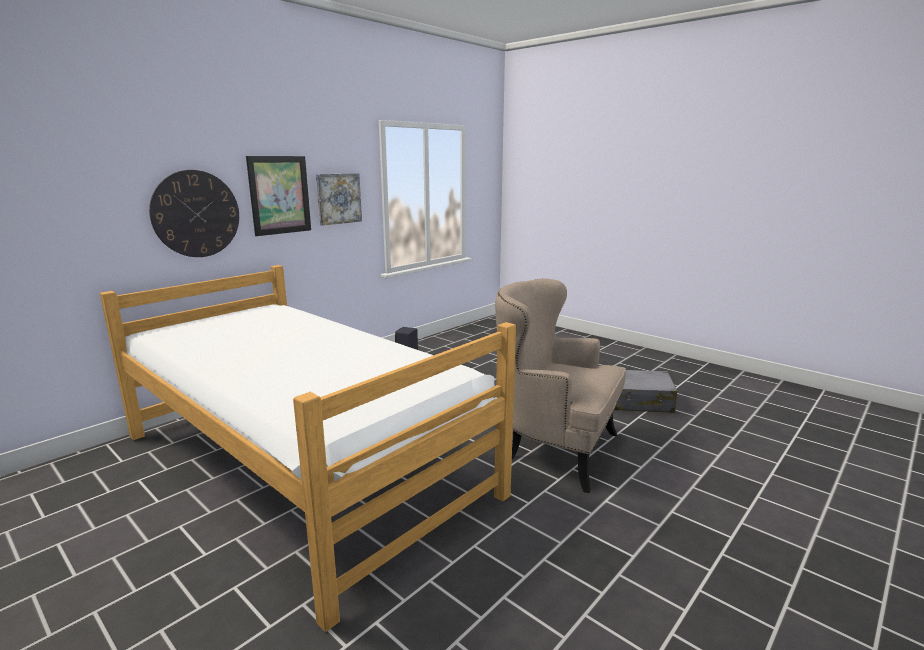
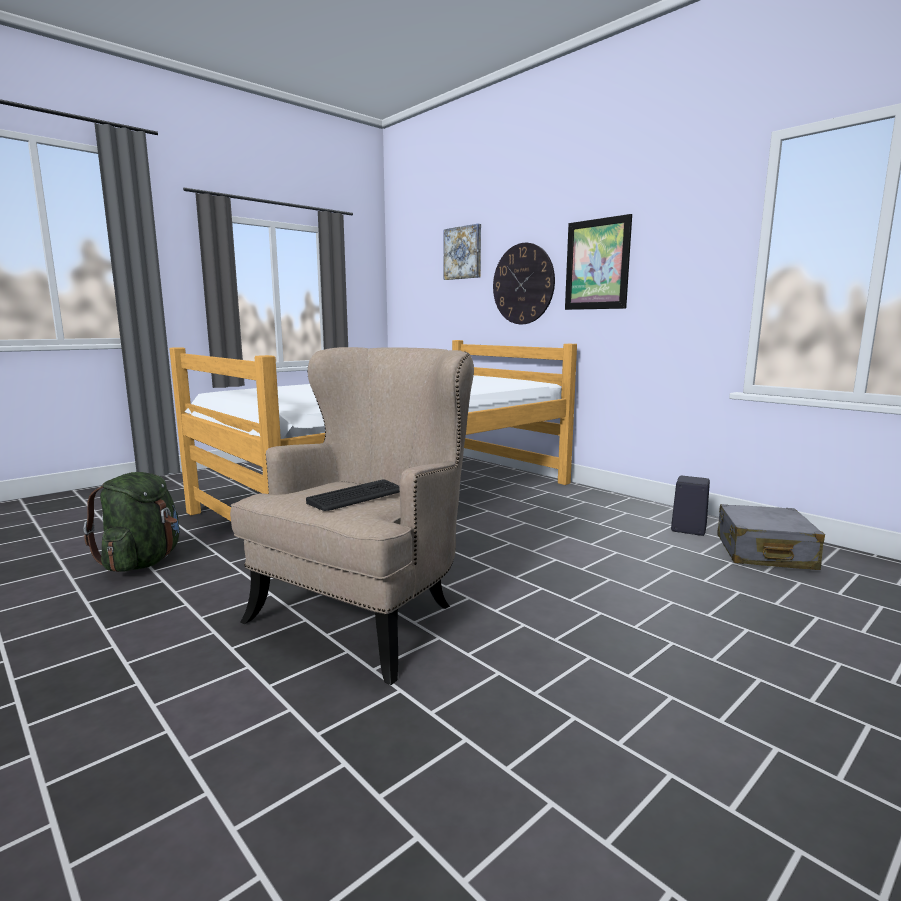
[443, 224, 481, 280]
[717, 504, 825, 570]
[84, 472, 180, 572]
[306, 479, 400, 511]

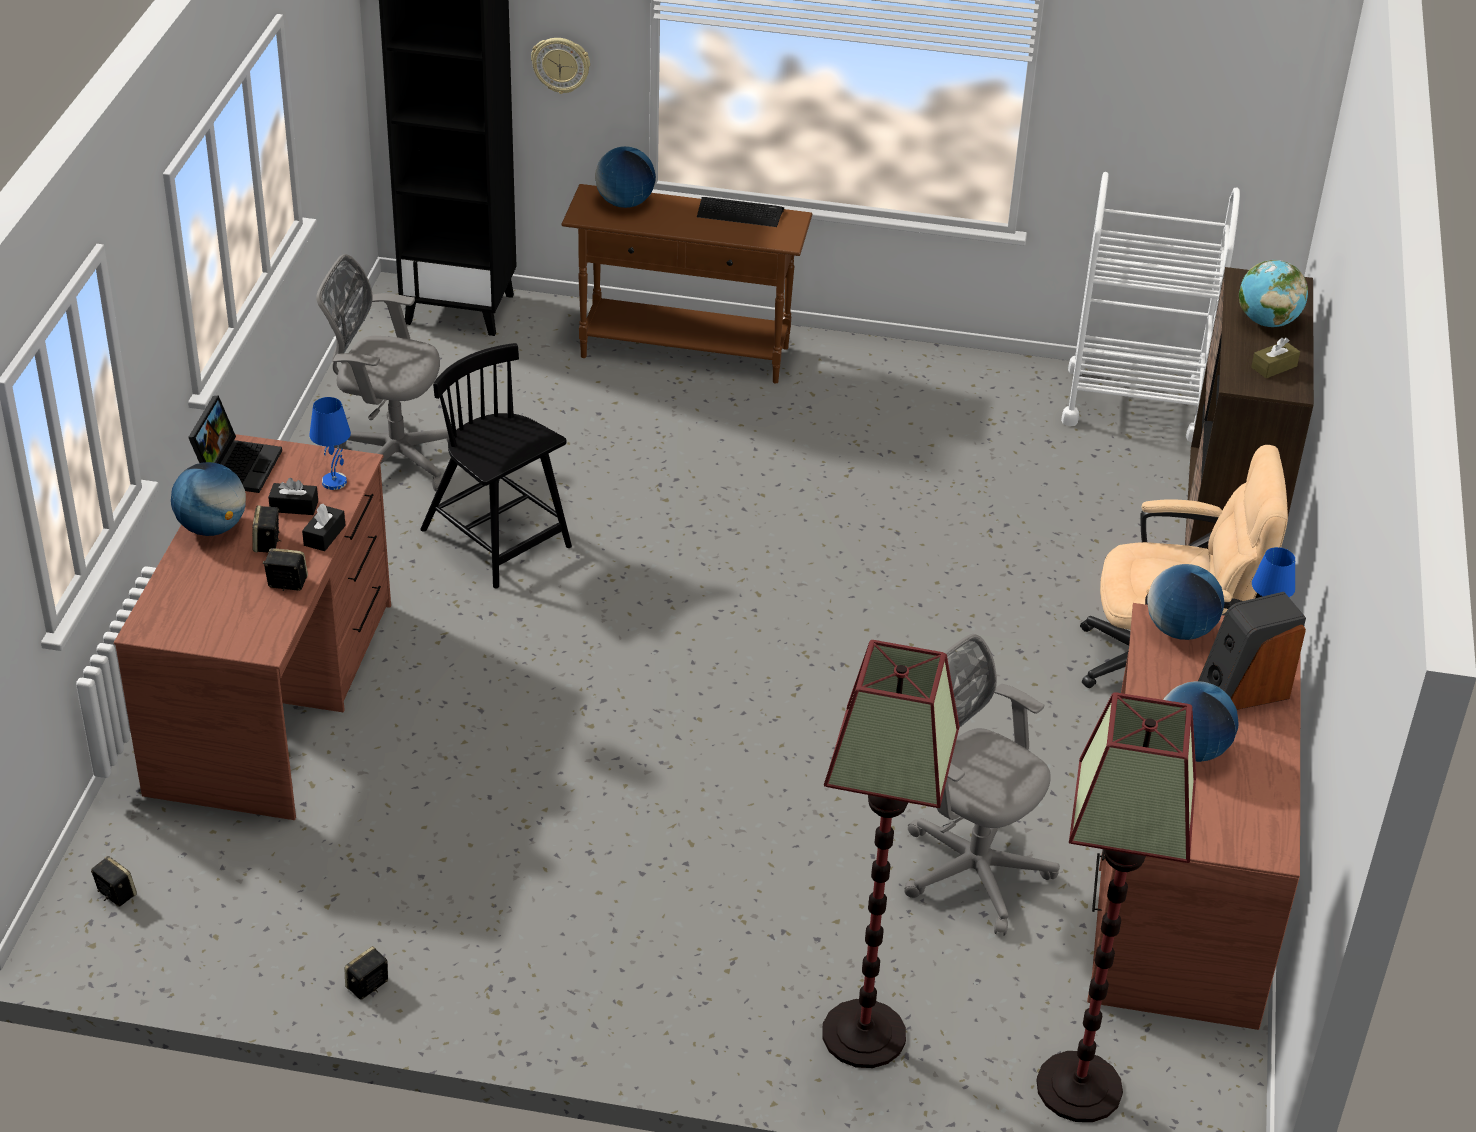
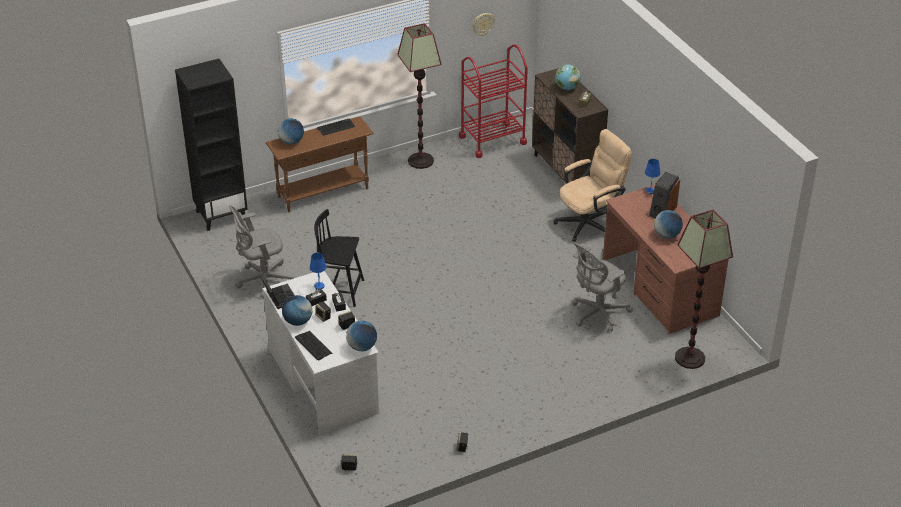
[263, 271, 379, 435]
[472, 13, 495, 36]
[397, 23, 442, 169]
[571, 243, 633, 332]
[459, 44, 528, 158]
[346, 320, 377, 351]
[295, 331, 332, 361]

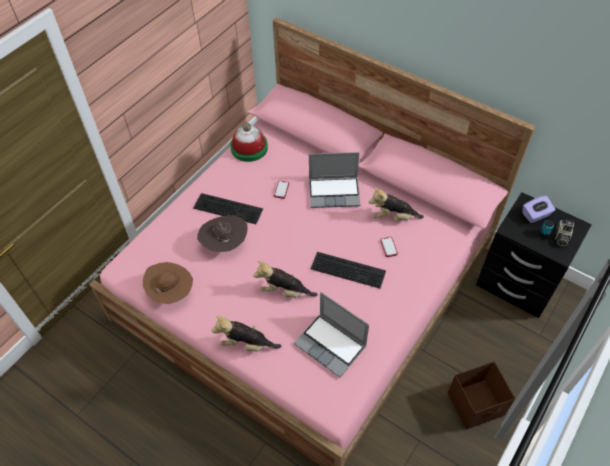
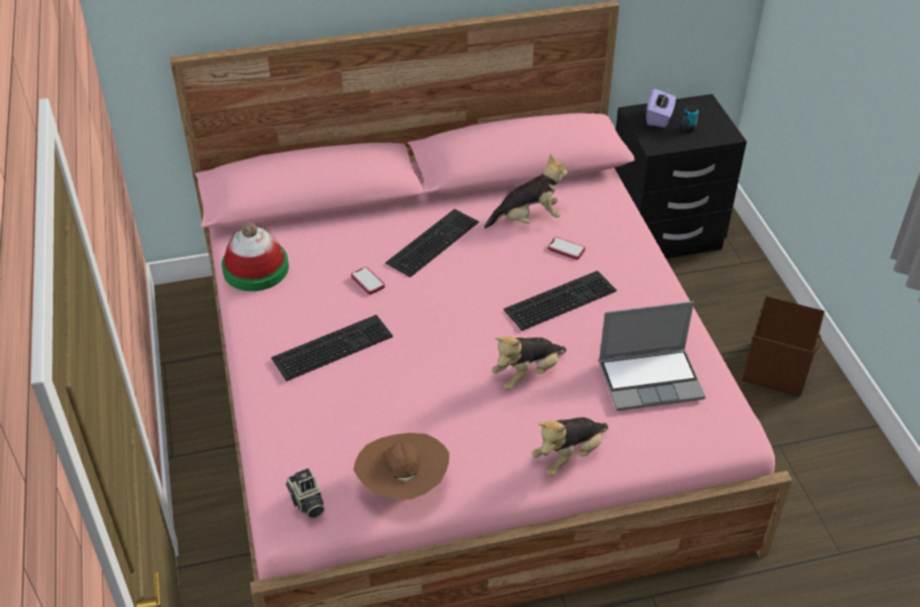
[197, 215, 248, 252] (first image)
[386, 209, 479, 277]
[484, 155, 567, 229]
[286, 468, 325, 519]

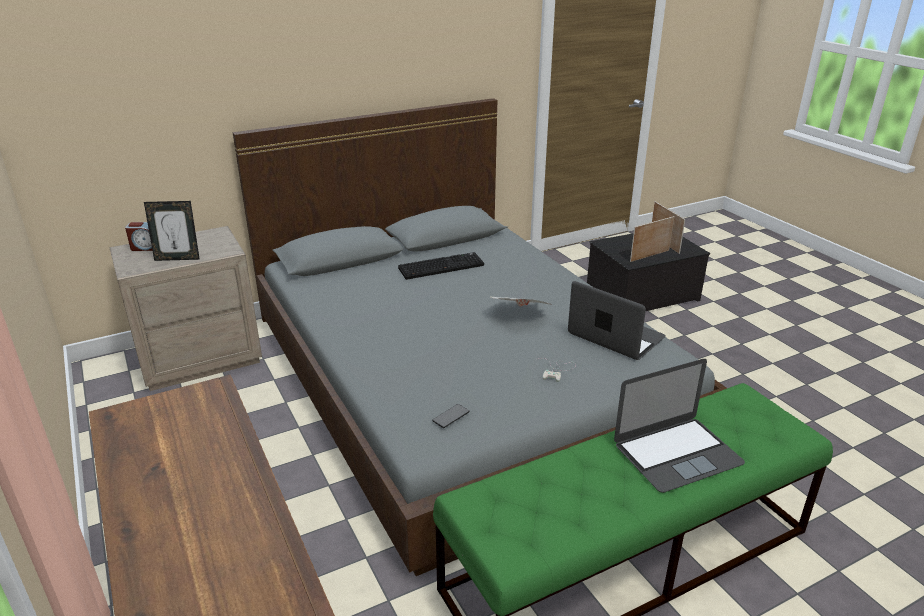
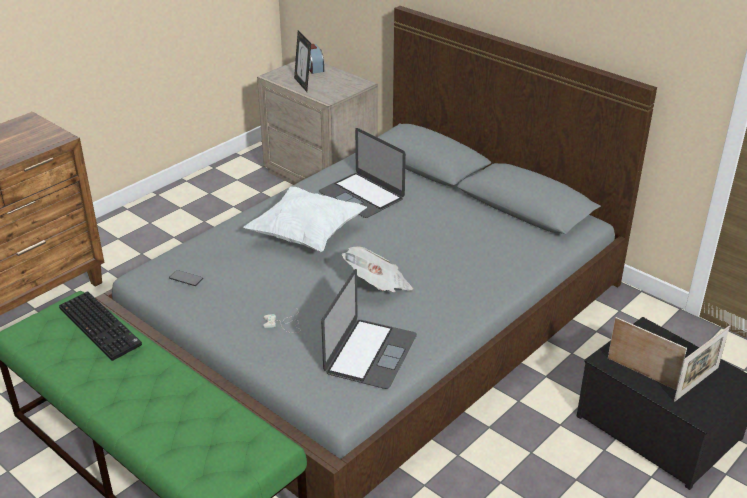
[59, 291, 142, 361]
[319, 128, 406, 218]
[243, 186, 367, 252]

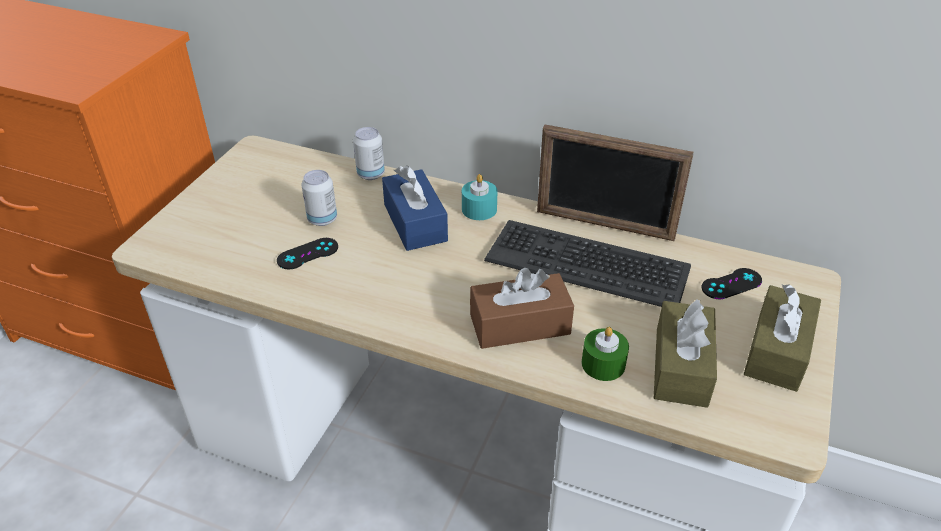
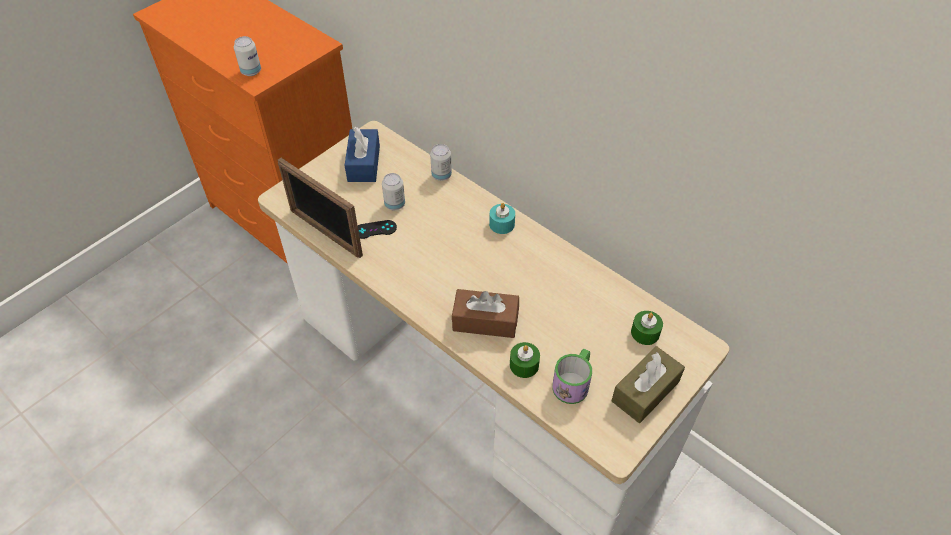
[345, 127, 380, 182]
[484, 220, 691, 307] (first image)
[278, 158, 363, 258]
[552, 349, 592, 404]
[631, 311, 663, 345]
[234, 36, 261, 76]

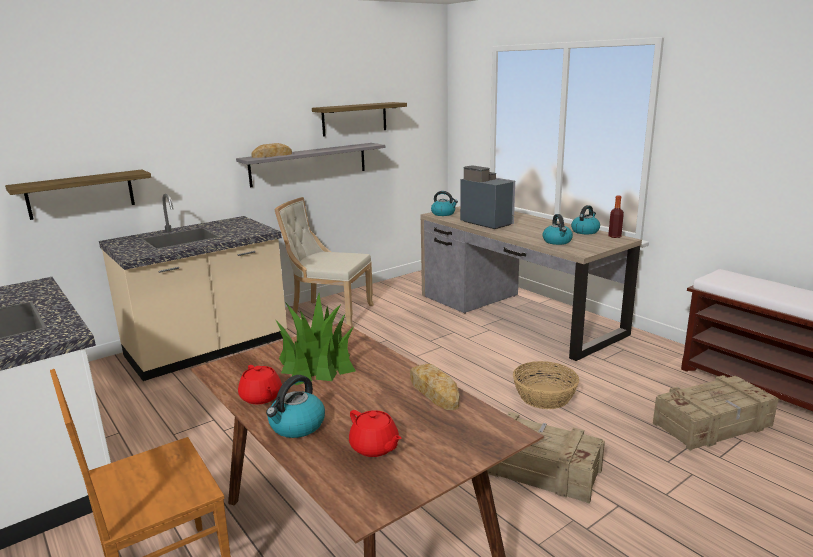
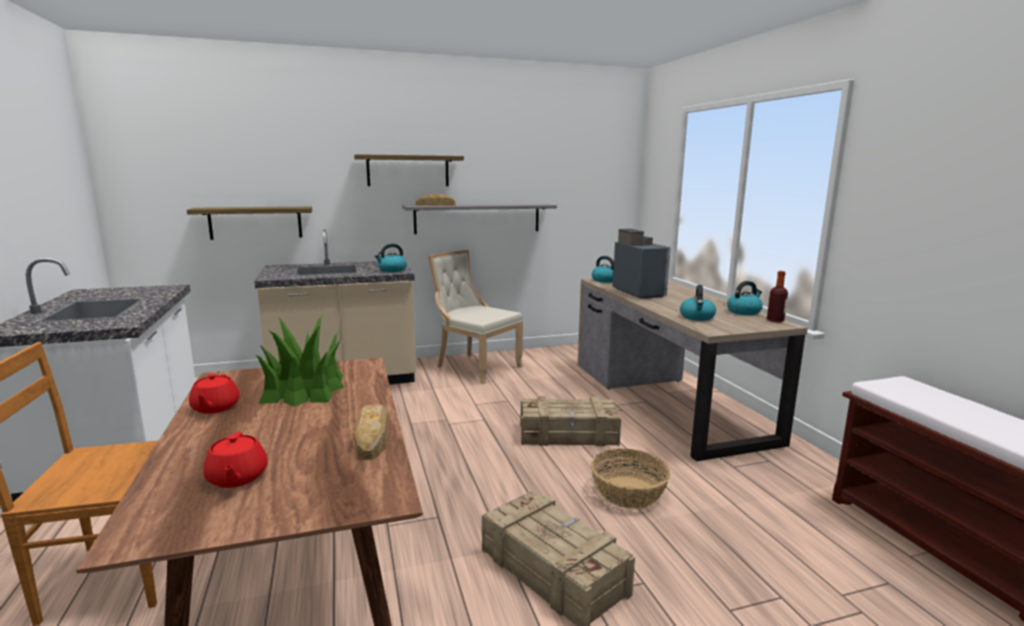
[375, 244, 407, 272]
[354, 154, 464, 186]
[520, 396, 621, 446]

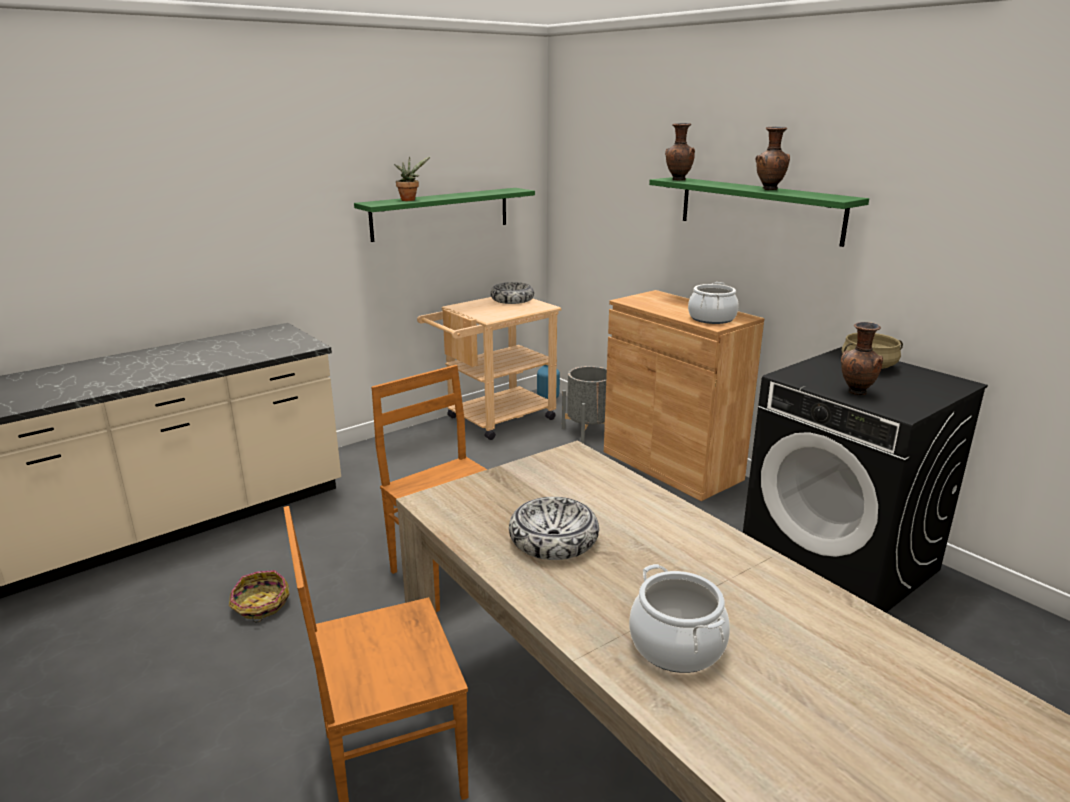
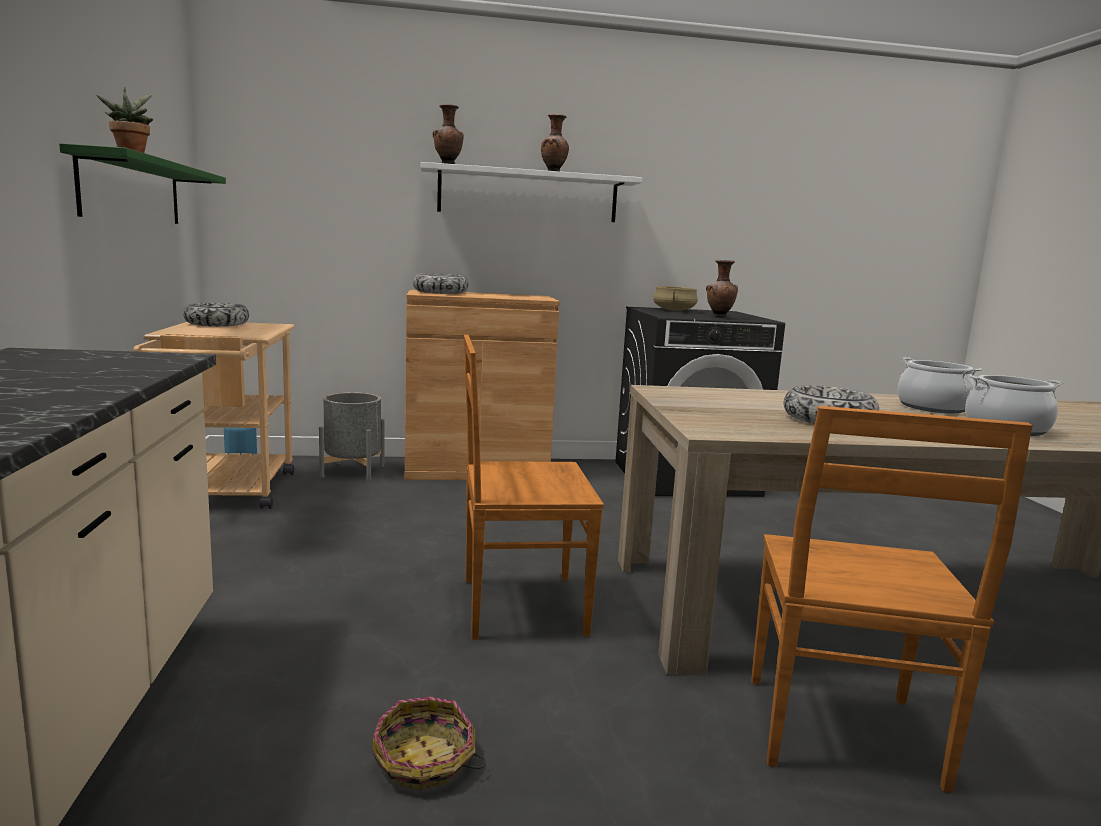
[420, 162, 642, 222]
[897, 357, 982, 413]
[413, 273, 468, 294]

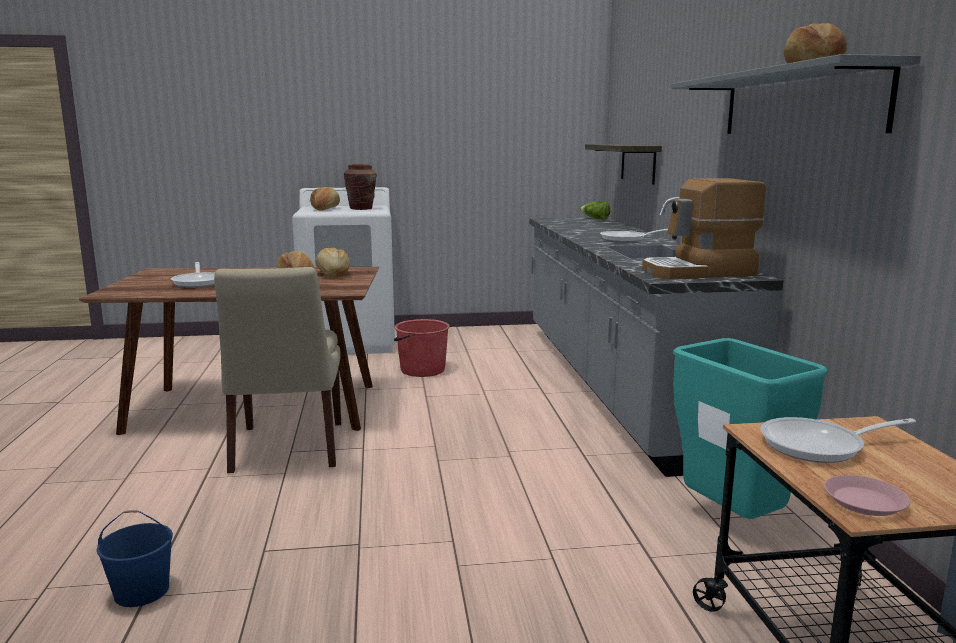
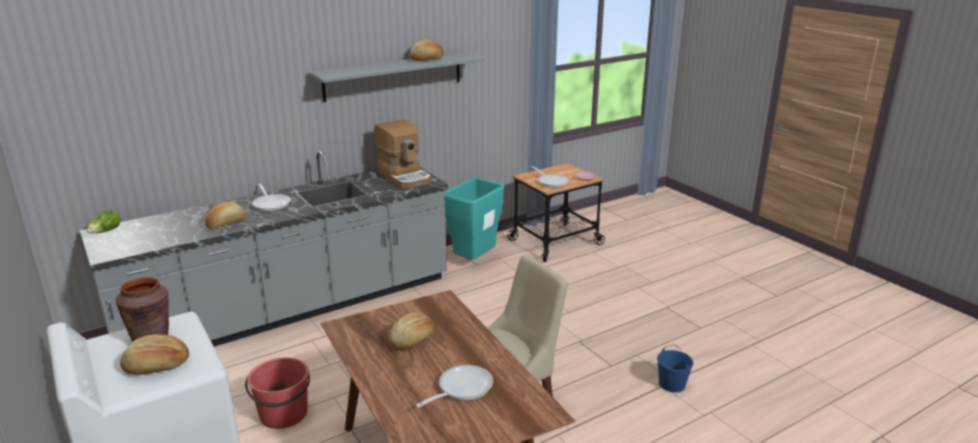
[205, 202, 247, 229]
[585, 144, 662, 185] (first image)

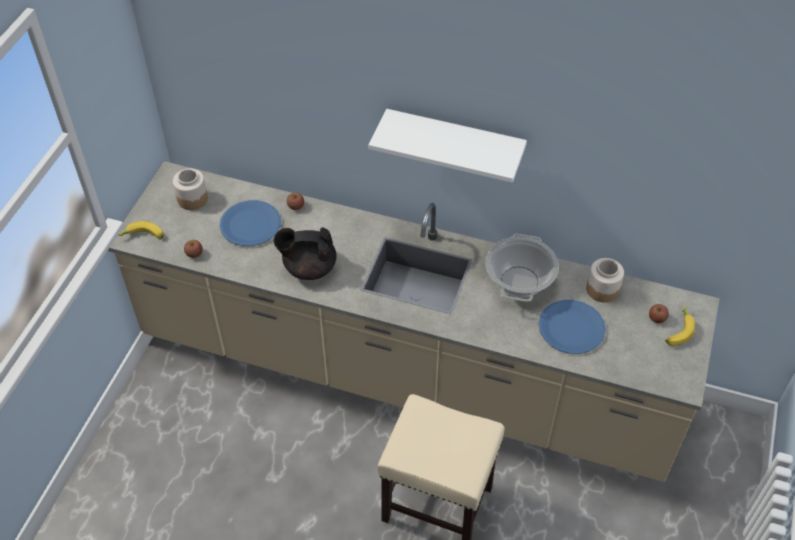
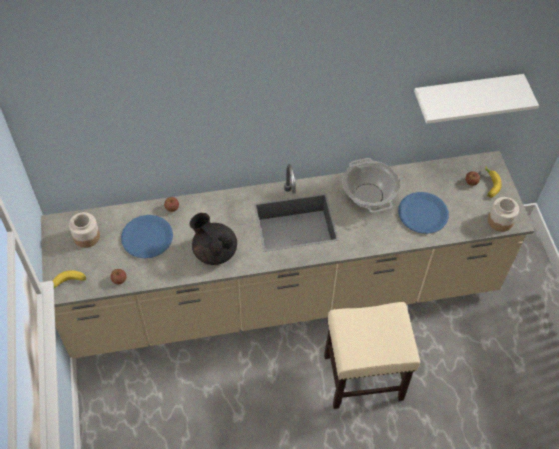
[190, 213, 237, 265]
[414, 74, 539, 124]
[488, 197, 519, 232]

